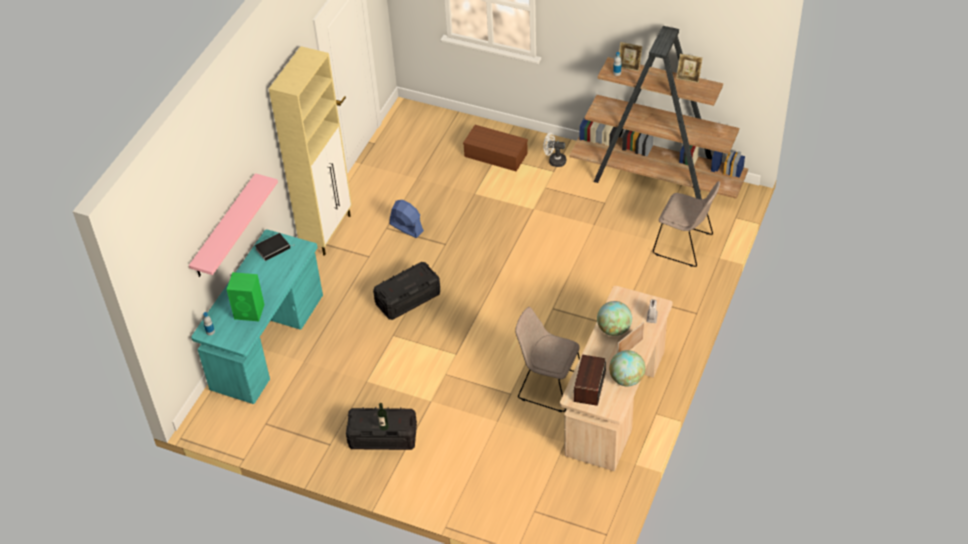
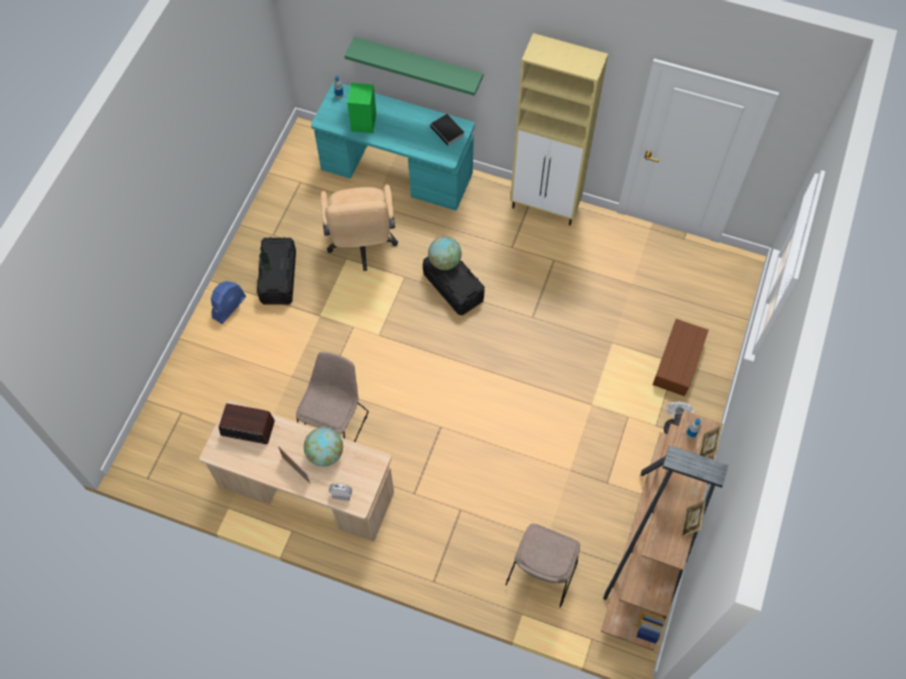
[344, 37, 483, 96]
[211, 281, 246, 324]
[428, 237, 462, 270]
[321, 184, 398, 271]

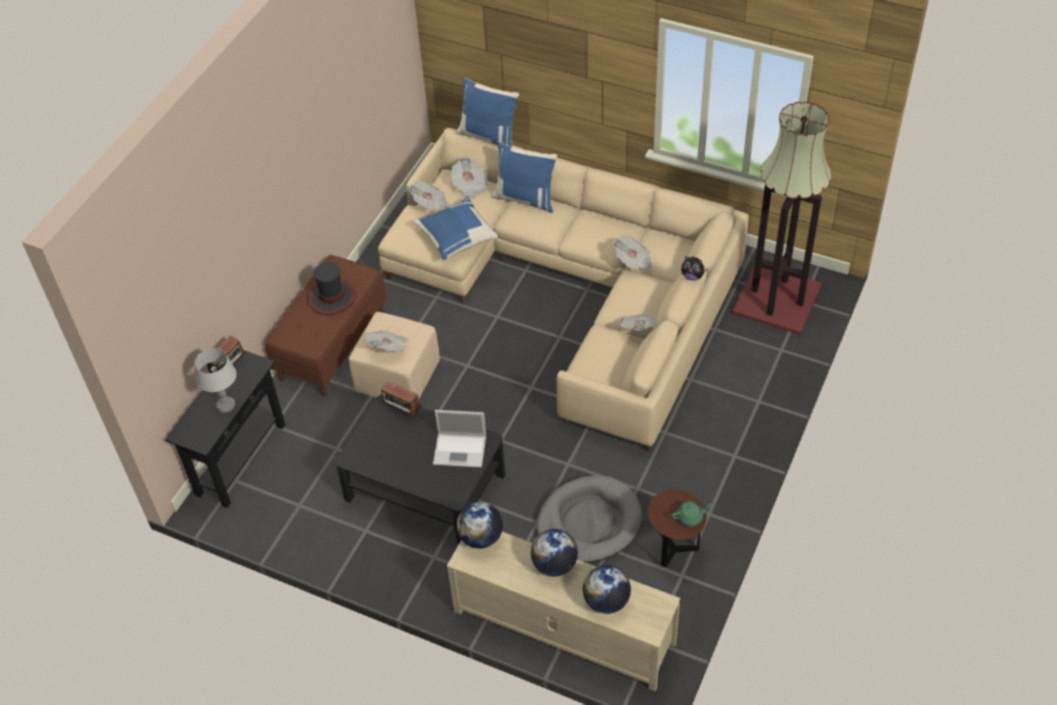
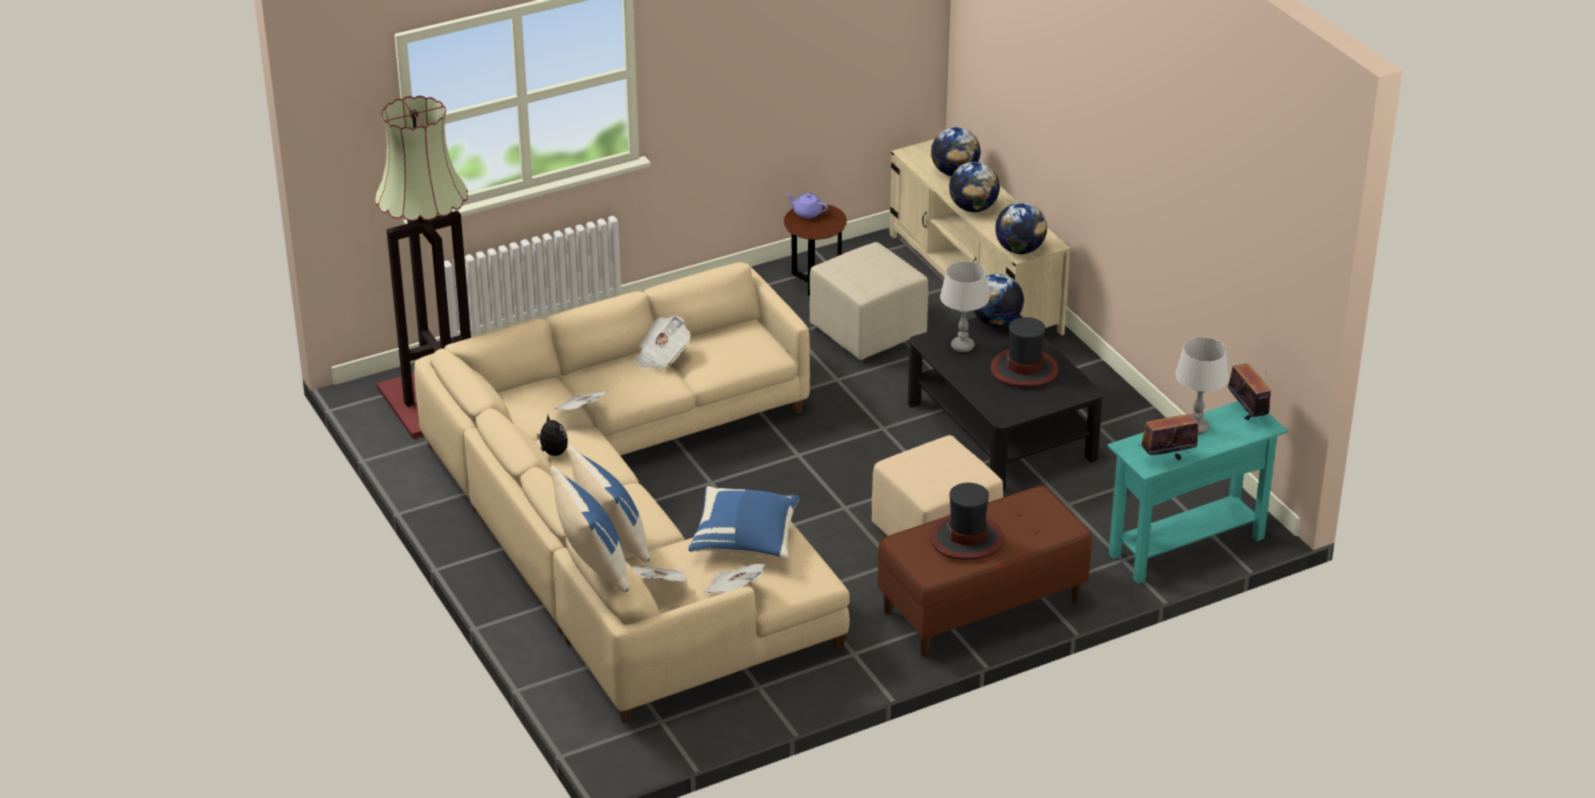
[1108, 401, 1288, 583]
[364, 330, 409, 351] (first image)
[1228, 364, 1271, 425]
[940, 262, 989, 352]
[809, 242, 928, 360]
[786, 193, 828, 219]
[537, 415, 568, 456]
[973, 274, 1024, 327]
[991, 317, 1059, 387]

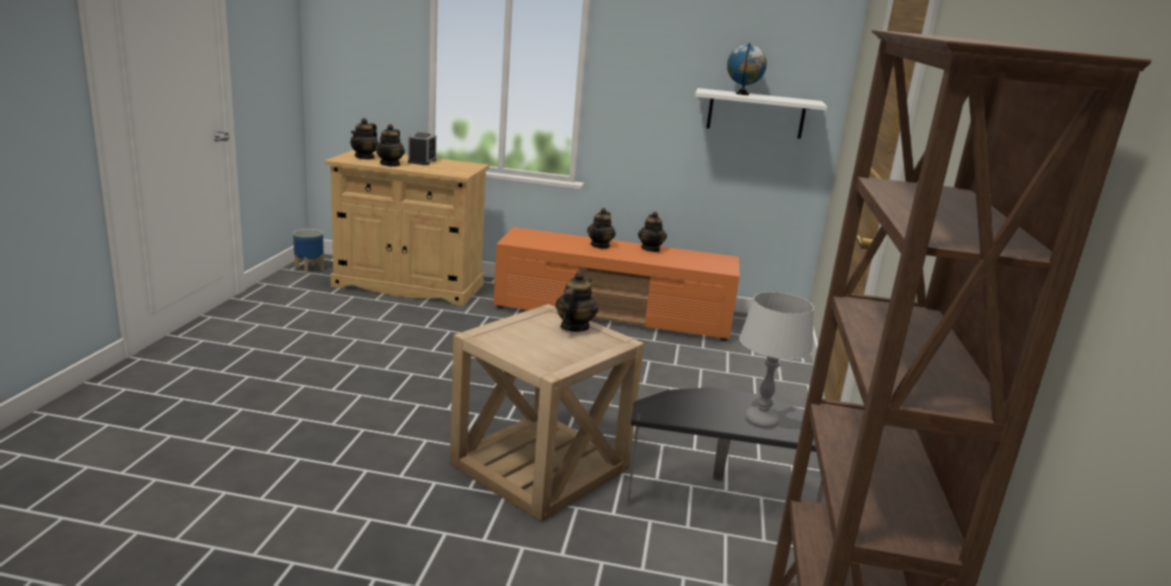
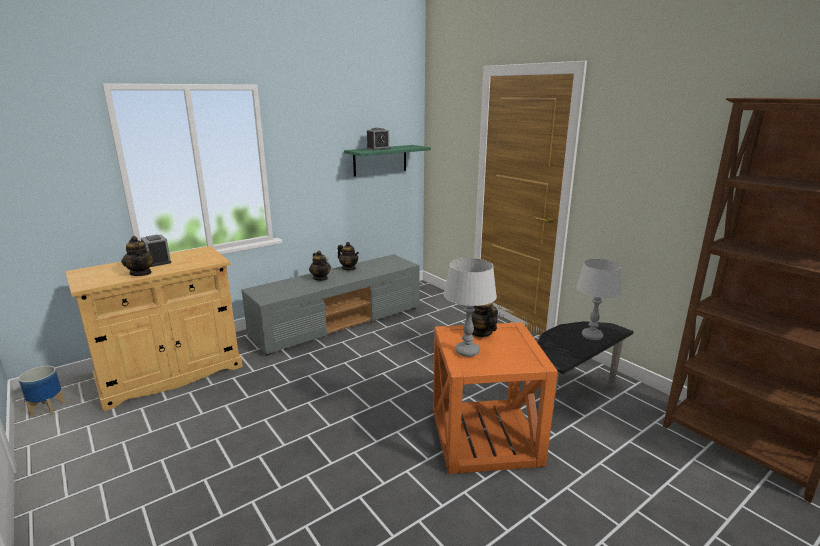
[350, 118, 378, 160] (first image)
[433, 323, 558, 474]
[241, 254, 420, 355]
[344, 145, 431, 177]
[366, 128, 390, 150]
[444, 258, 497, 357]

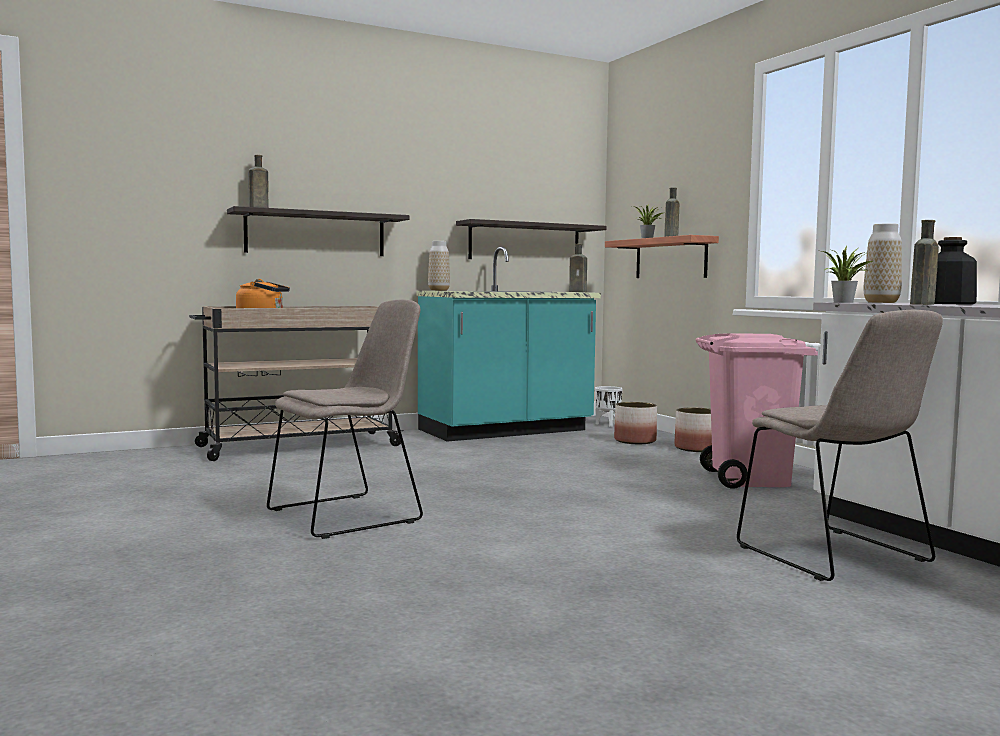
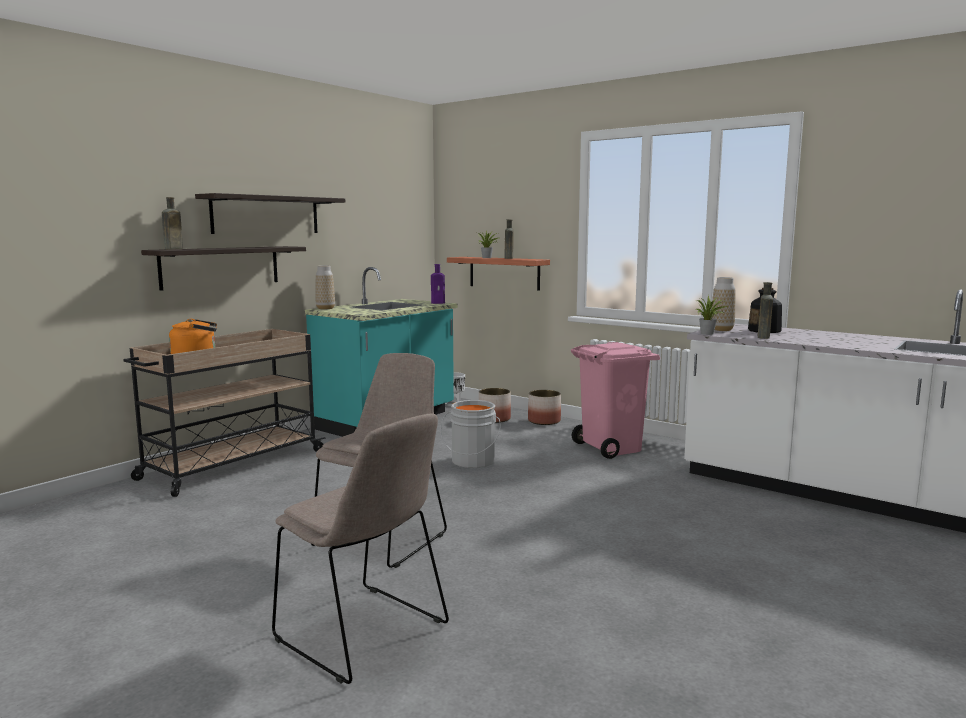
[195, 193, 345, 234]
[431, 264, 445, 304]
[272, 413, 449, 684]
[440, 400, 501, 468]

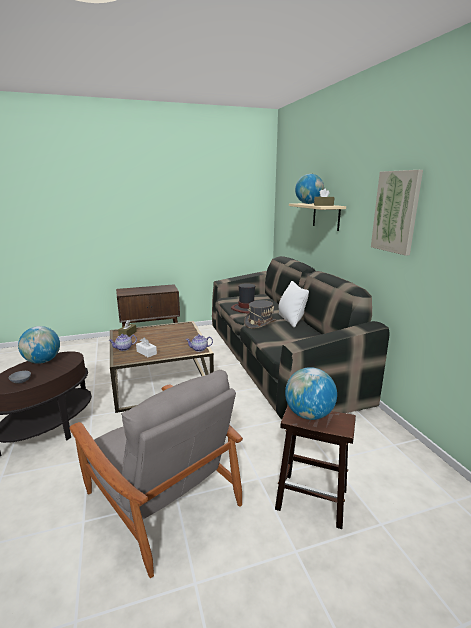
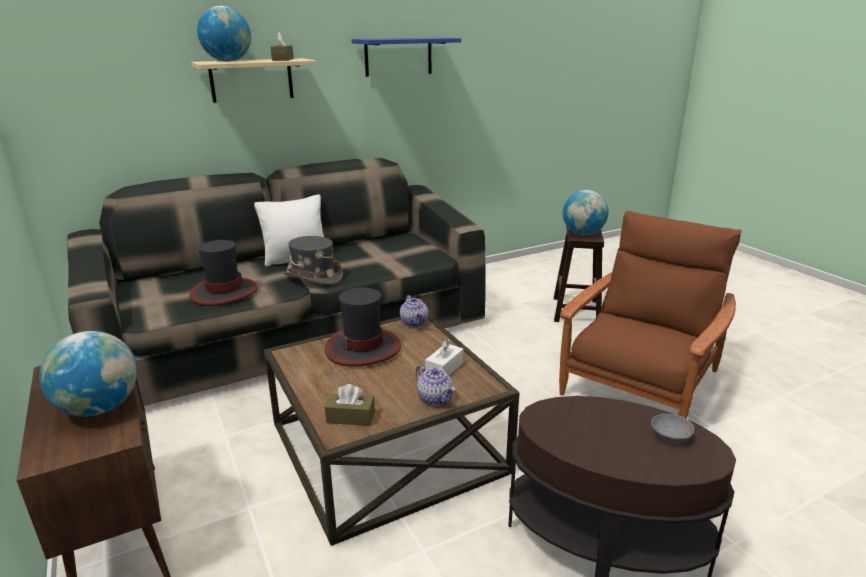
[39, 331, 137, 417]
[559, 211, 742, 419]
[351, 37, 461, 77]
[325, 287, 401, 367]

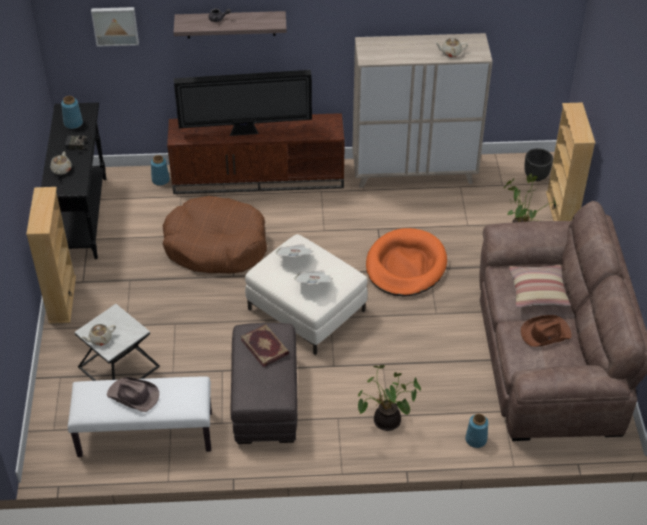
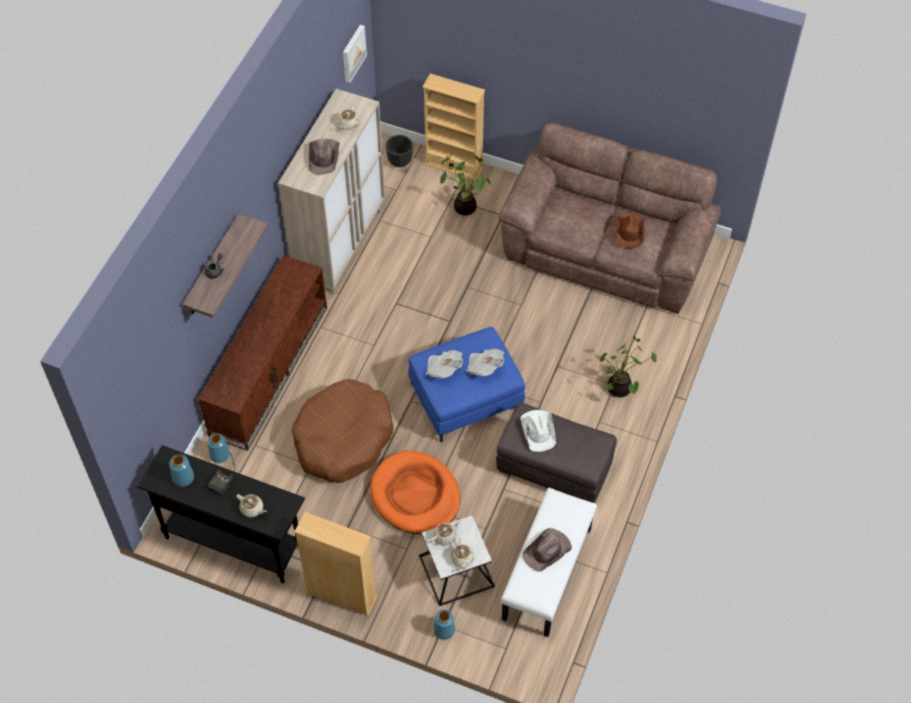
[343, 25, 367, 83]
[174, 70, 312, 136] (first image)
[520, 410, 556, 452]
[408, 327, 525, 442]
[370, 451, 461, 534]
[434, 610, 455, 640]
[509, 265, 571, 308] (first image)
[309, 139, 340, 174]
[430, 520, 461, 545]

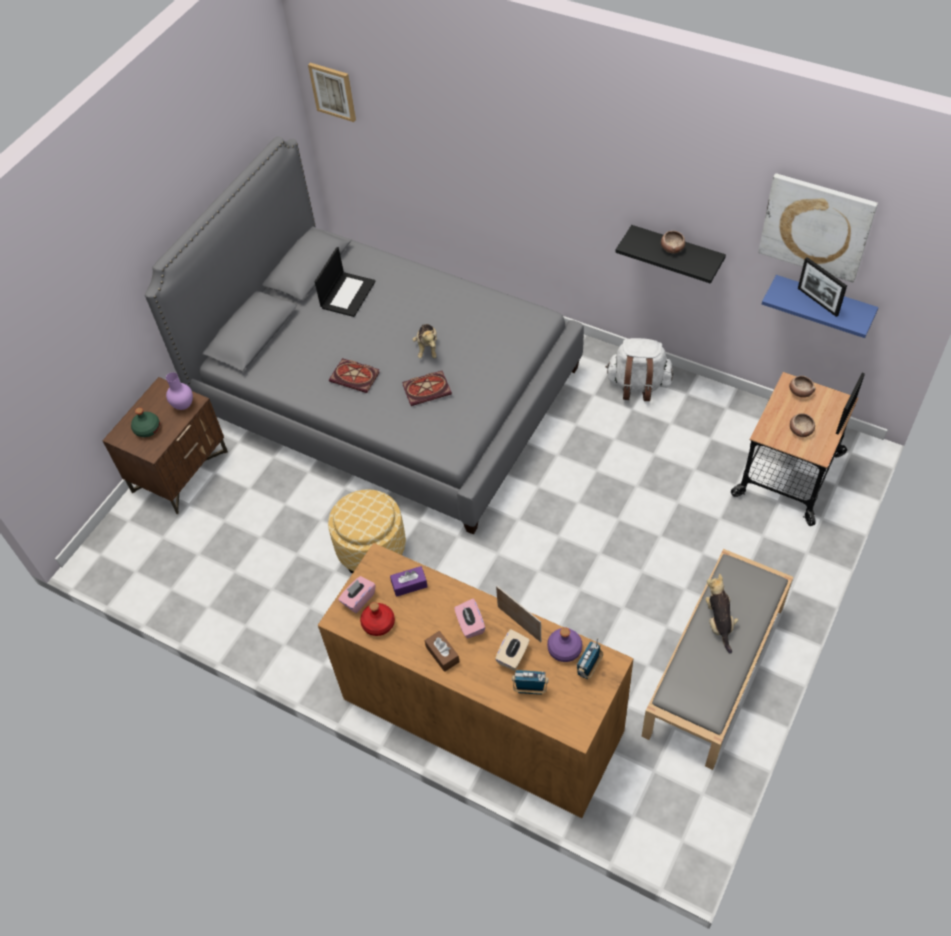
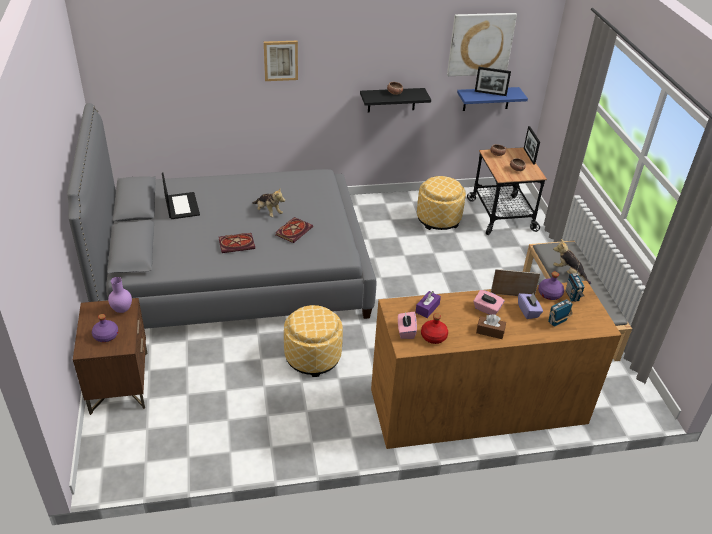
[92, 314, 118, 342]
[264, 41, 298, 81]
[518, 293, 543, 319]
[606, 338, 673, 401] (first image)
[417, 176, 466, 230]

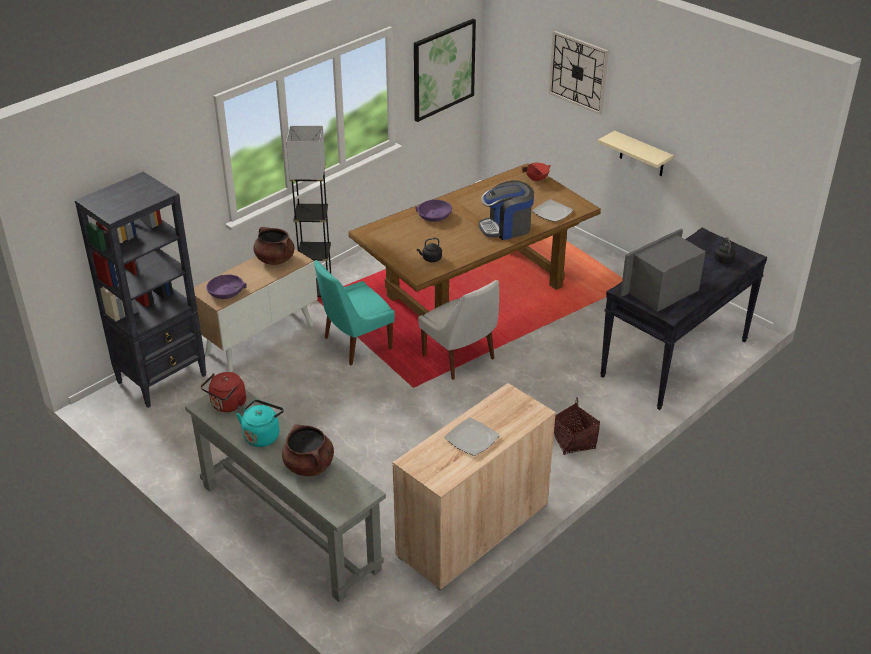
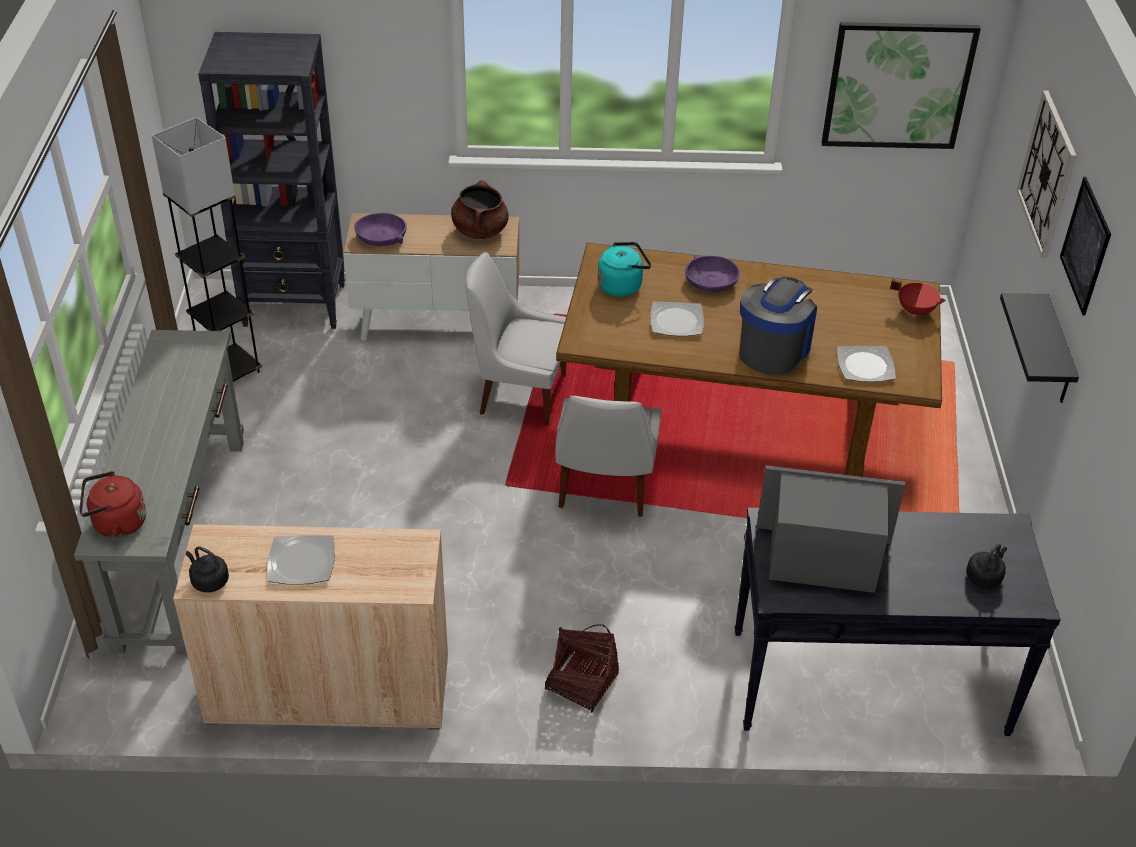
[79, 471, 146, 538]
[598, 242, 651, 297]
[282, 424, 334, 476] (first image)
[152, 117, 262, 382]
[465, 252, 567, 425]
[186, 546, 229, 593]
[739, 277, 817, 375]
[1000, 293, 1079, 403]
[650, 302, 704, 336]
[1060, 177, 1111, 316]

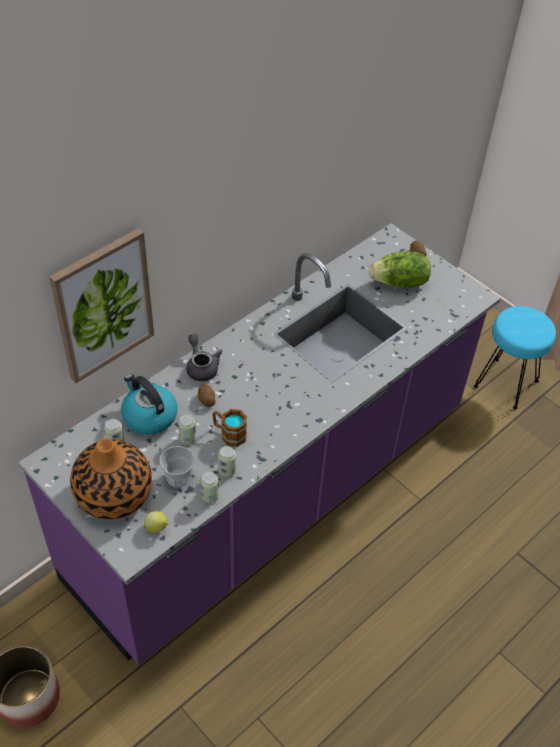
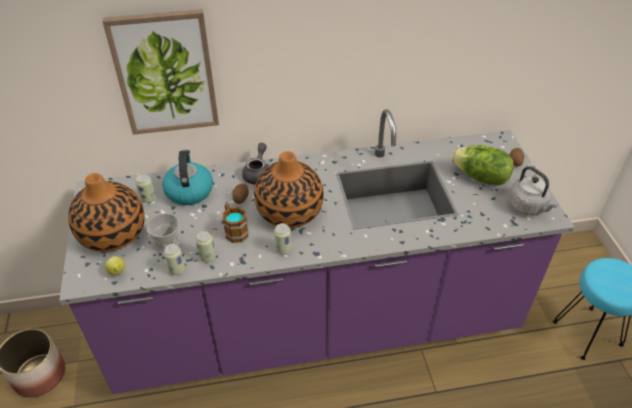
[274, 223, 291, 254]
[254, 151, 324, 228]
[509, 166, 558, 215]

